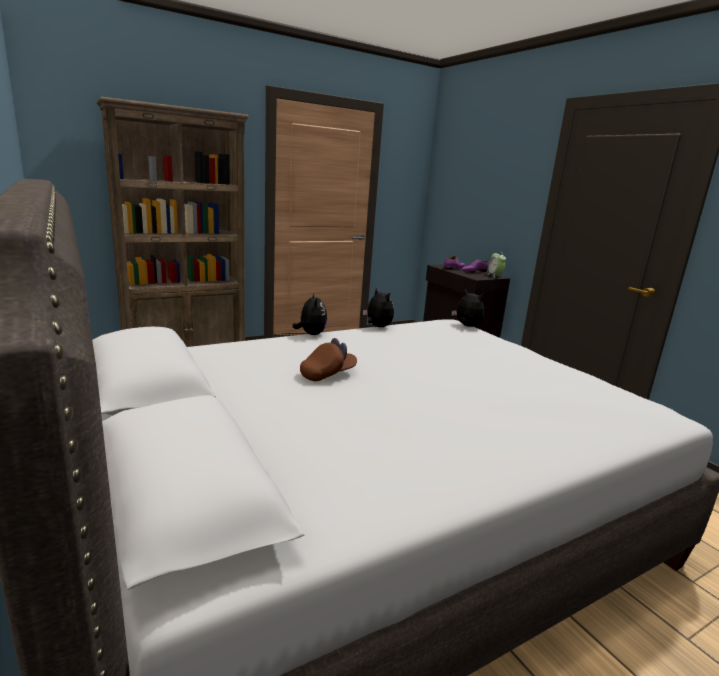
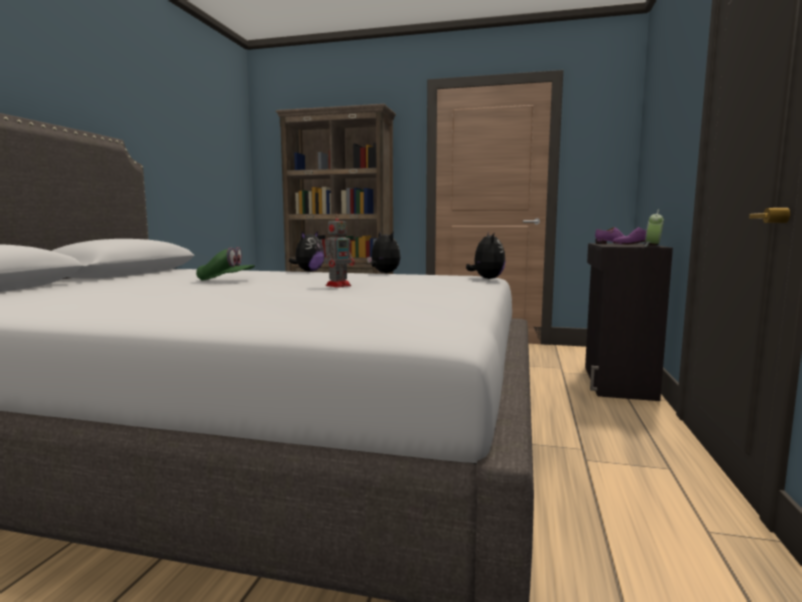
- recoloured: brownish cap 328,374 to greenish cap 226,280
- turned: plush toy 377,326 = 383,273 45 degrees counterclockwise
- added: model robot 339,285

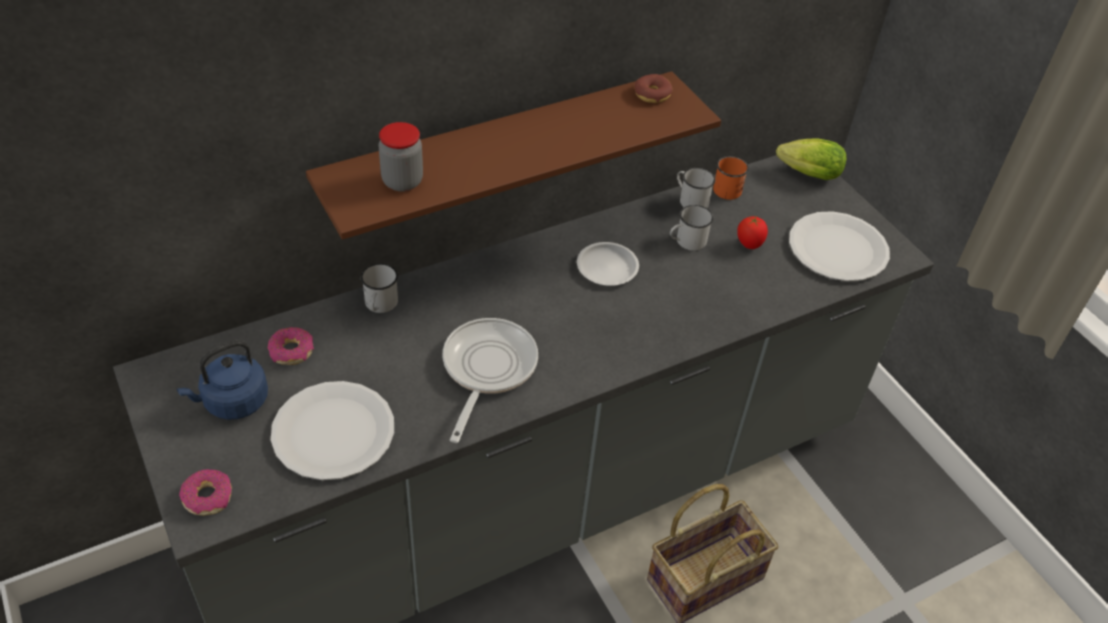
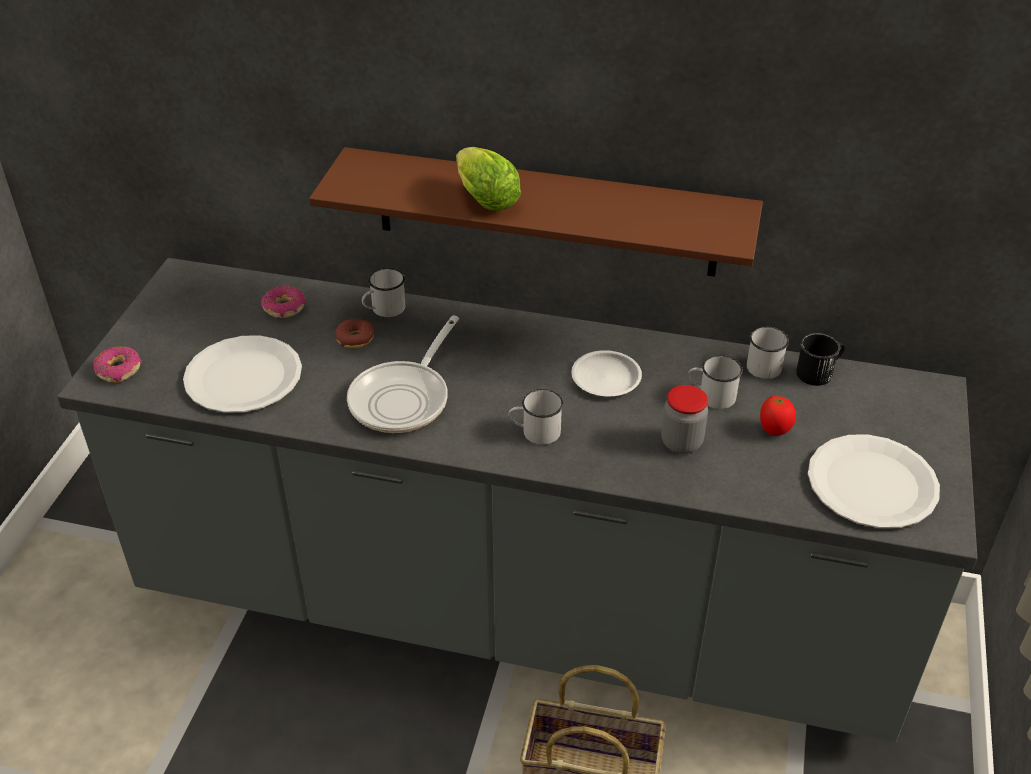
- removed: blue tea kettle 232,402
- moved: storage jar 402,181 to 681,443
- turned: skillet 486,369 = 404,398 150 degrees clockwise
- moved: ring doughnut 652,94 to 355,339
- recoloured: orangey coffee mug 728,187 to blackish coffee mug 819,372
- moved: head of lettuce 805,174 to 483,198
- added: white coffee mug 535,432

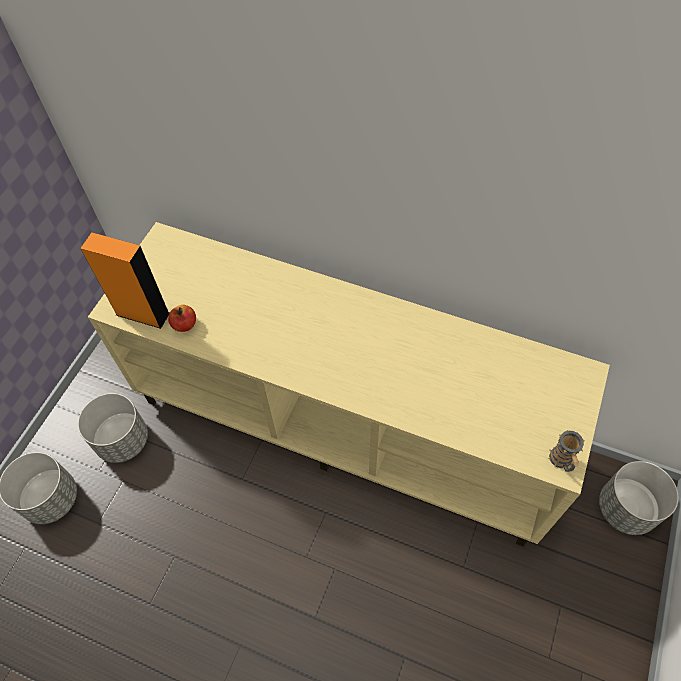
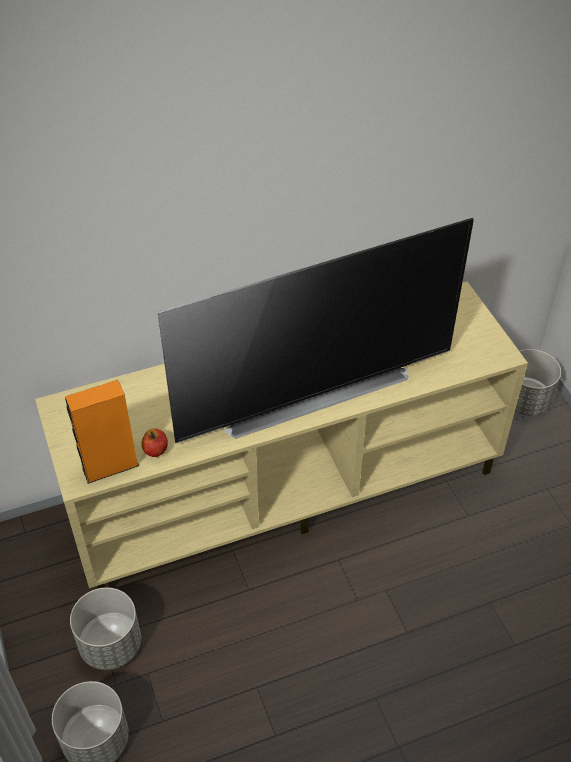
- removed: coffee mug 561,462
- added: TV set 312,390

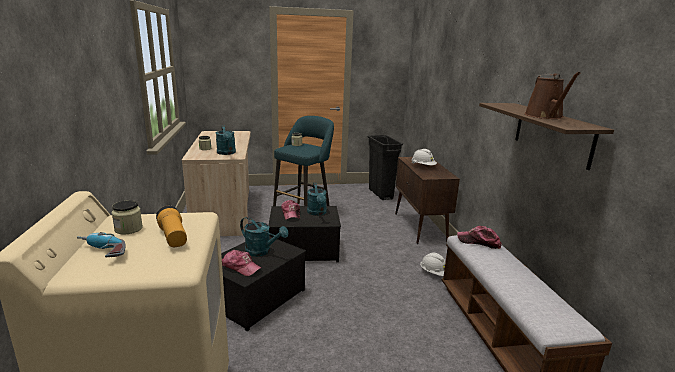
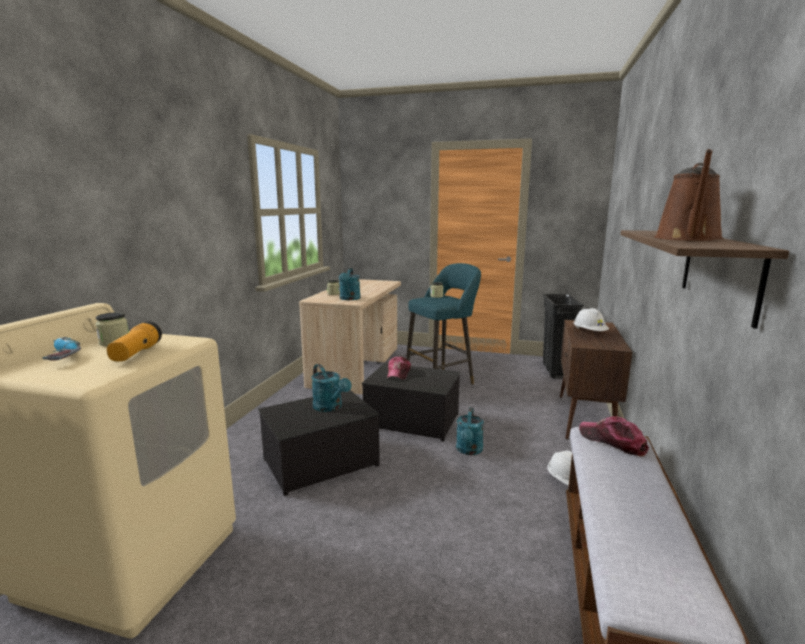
- removed: cap 241,267
- moved: turquoise-coloured watering can 317,213 to 469,450

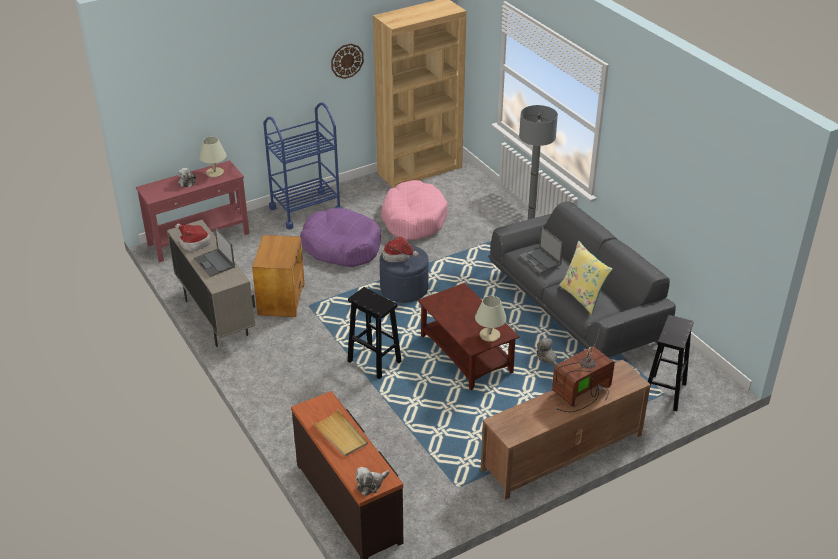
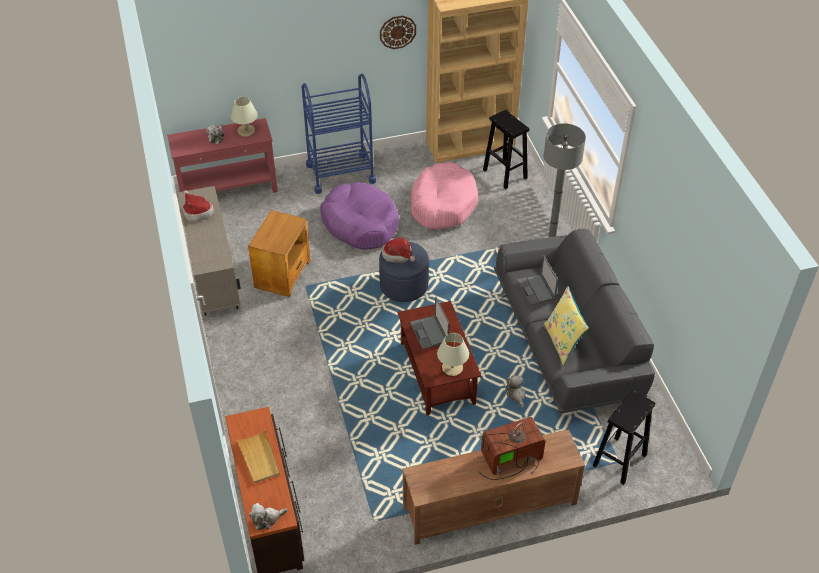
- moved: laptop 214,263 to 429,332
- moved: blackish stool 373,361 to 504,173

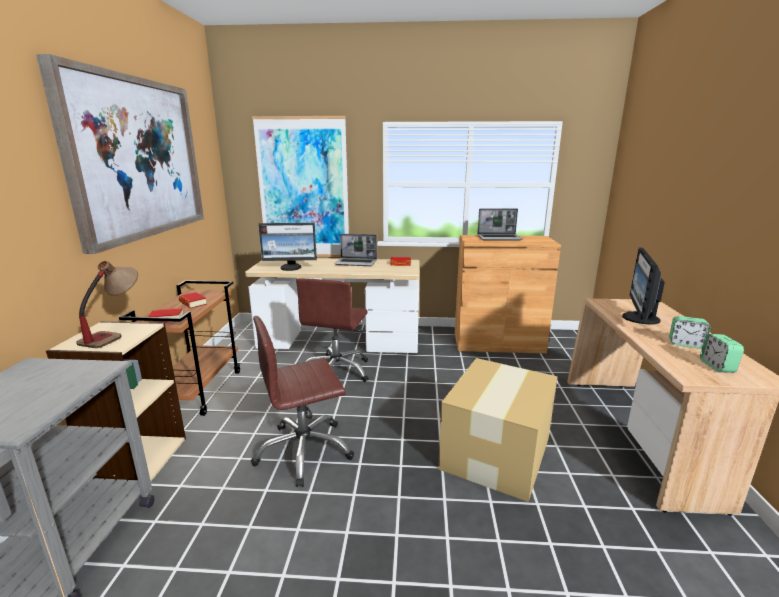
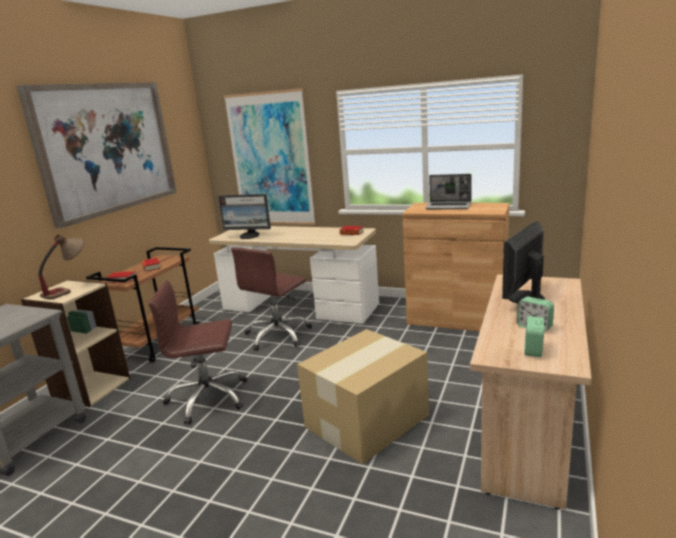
- removed: laptop 356,263

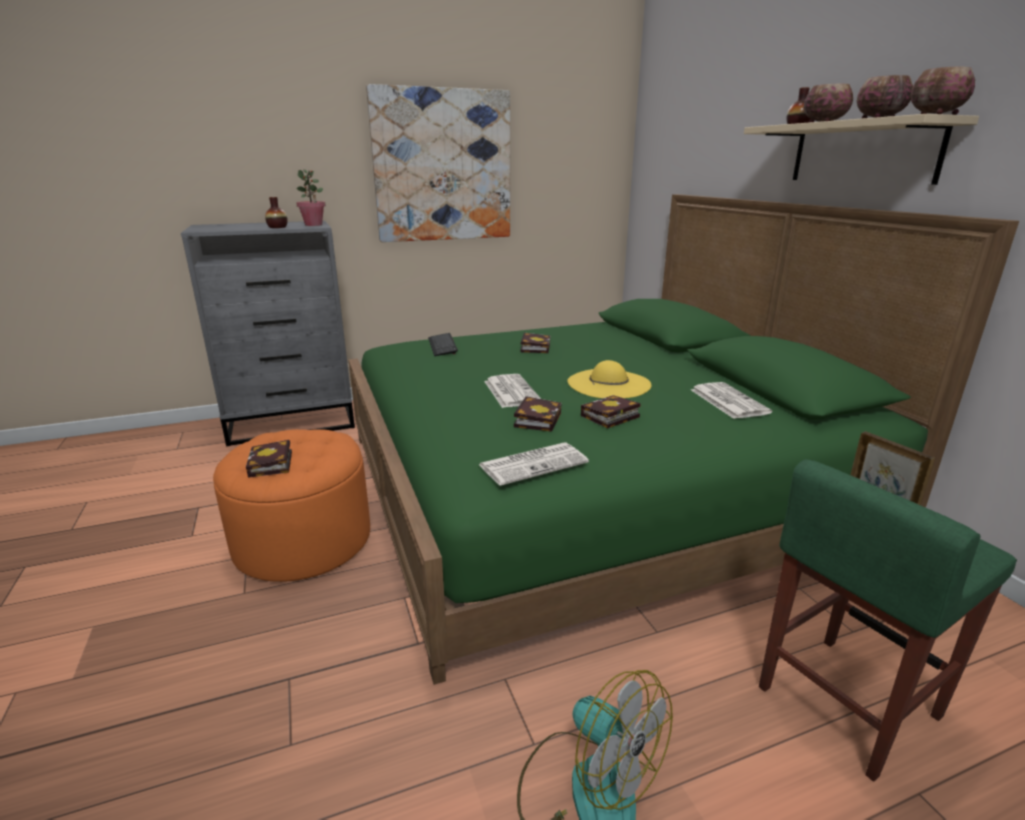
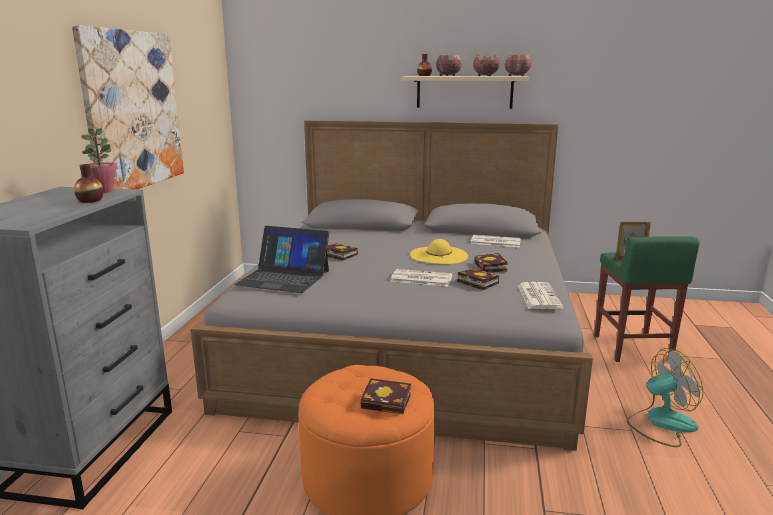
- recoloured: greenish bed 591,483 to greyish bed 408,339
- replaced: computer keyboard 442,346 to laptop 284,277

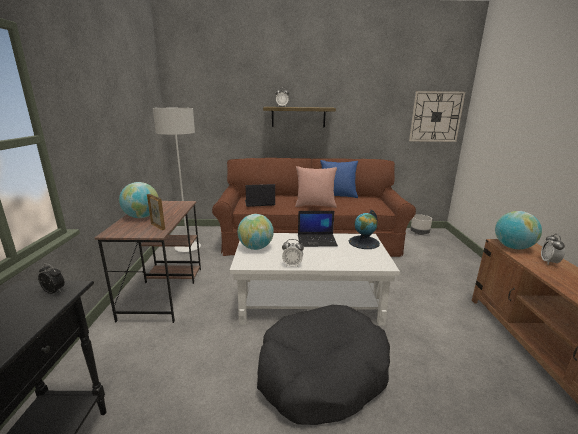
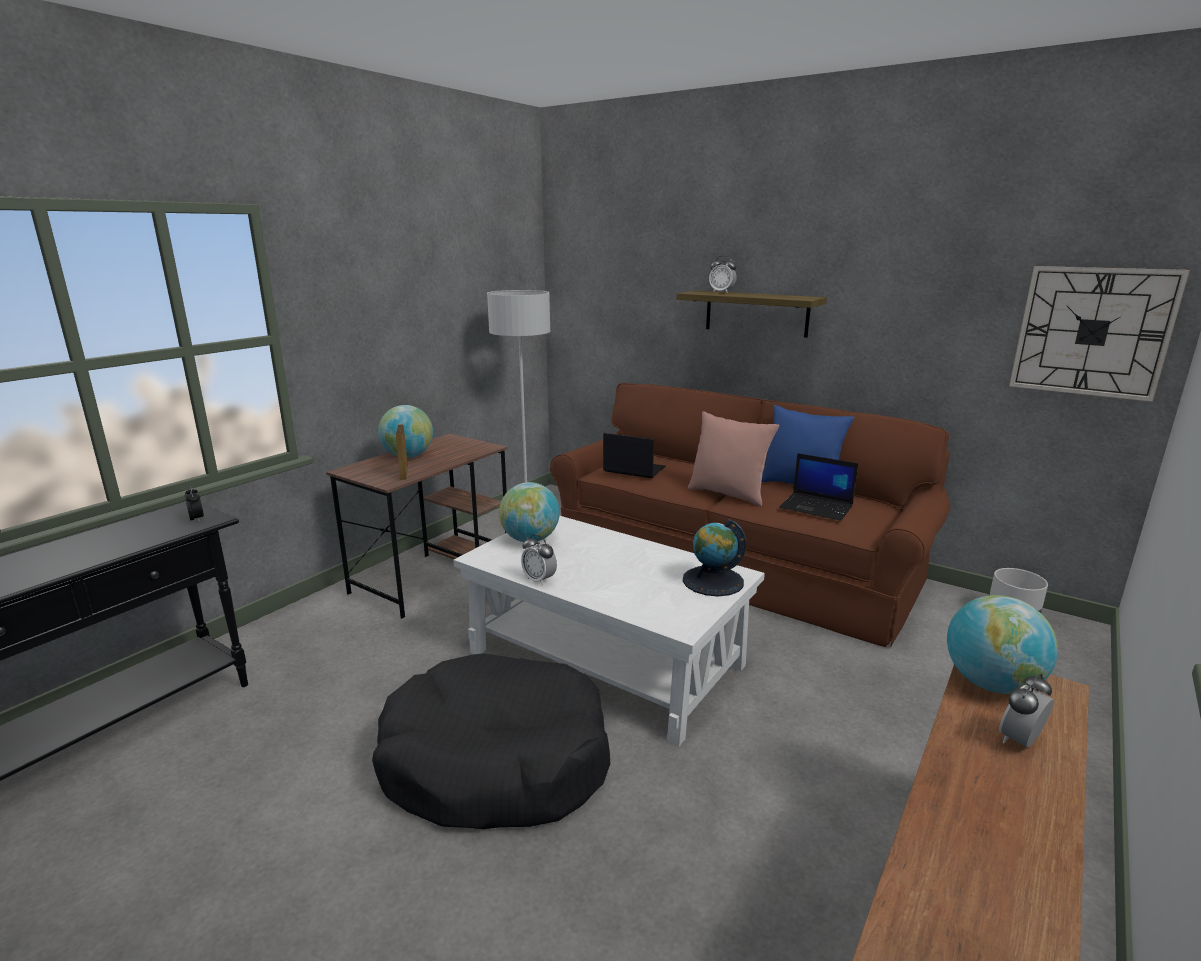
- moved: laptop 317,240 to 817,507

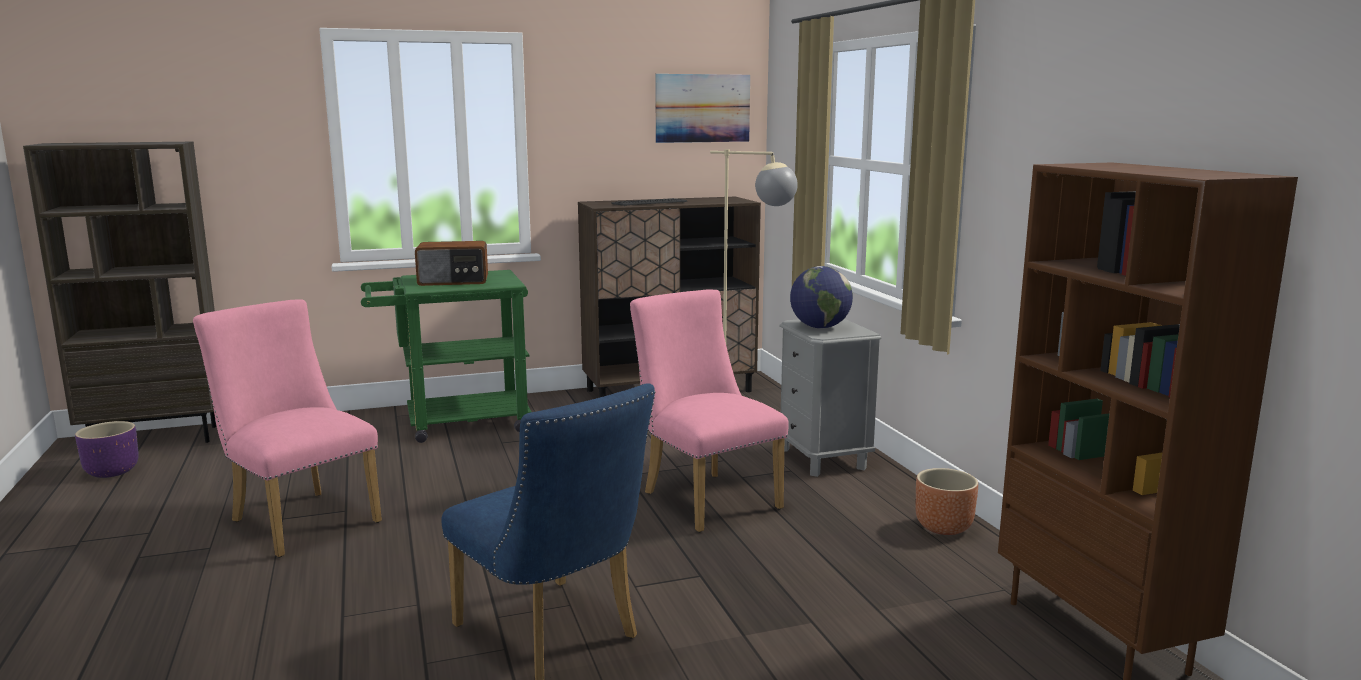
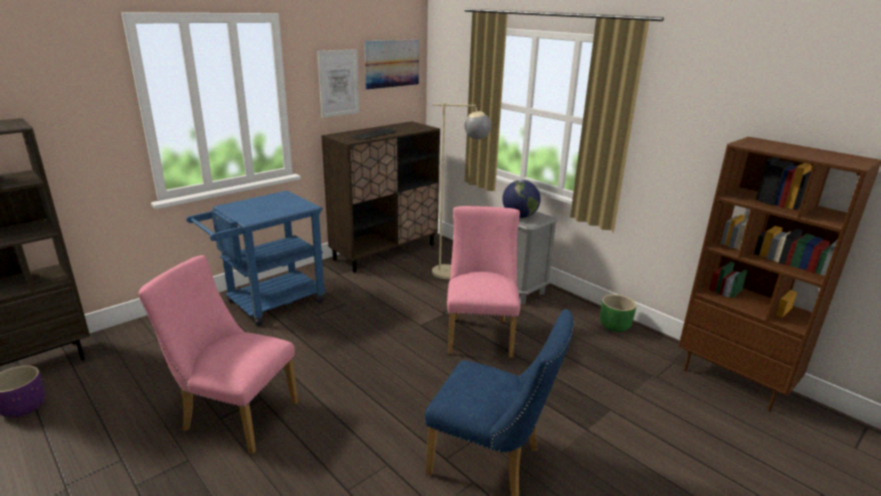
- recoloured: greenish wheeled cart 454,424 to blue wheeled cart 268,304
- removed: radio set 453,281
- turned: pink-coloured plain chair 705,497 = 480,333 60 degrees clockwise
- recoloured: brownish plant pot 944,527 to greenish plant pot 614,327
- added: wall art 338,83

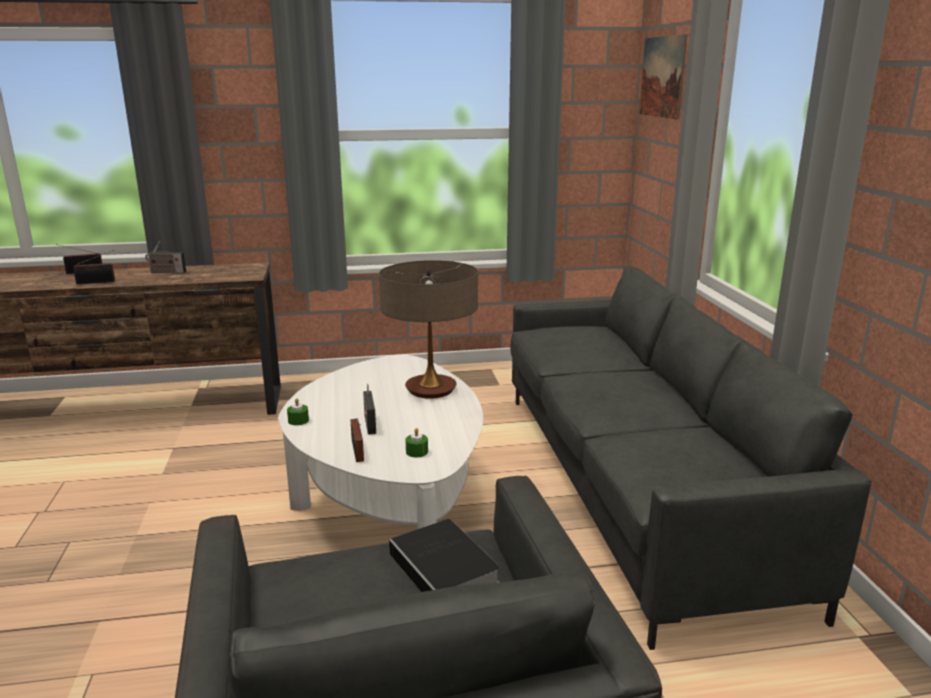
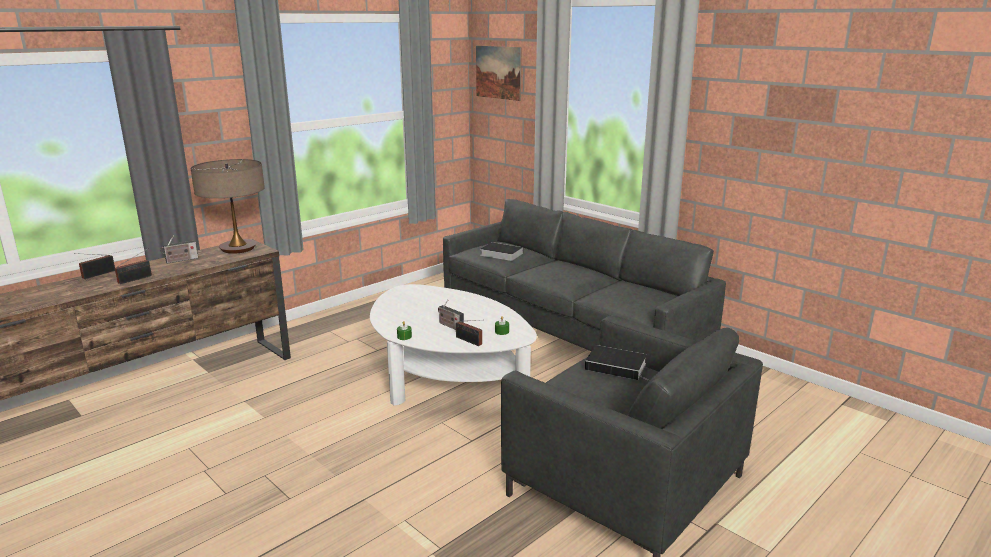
- moved: table lamp 431,389 to 238,248
- added: bound book 500,254

